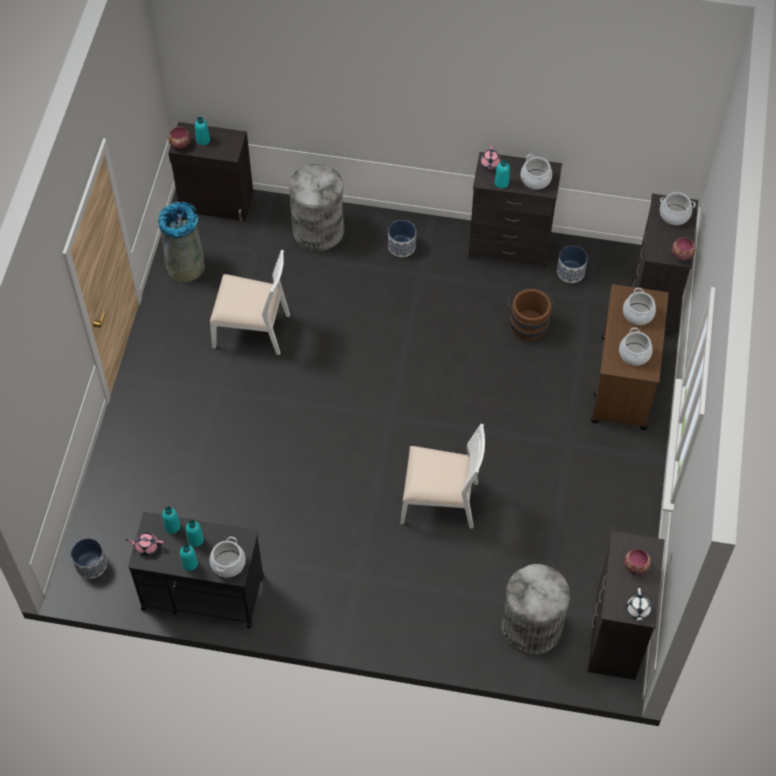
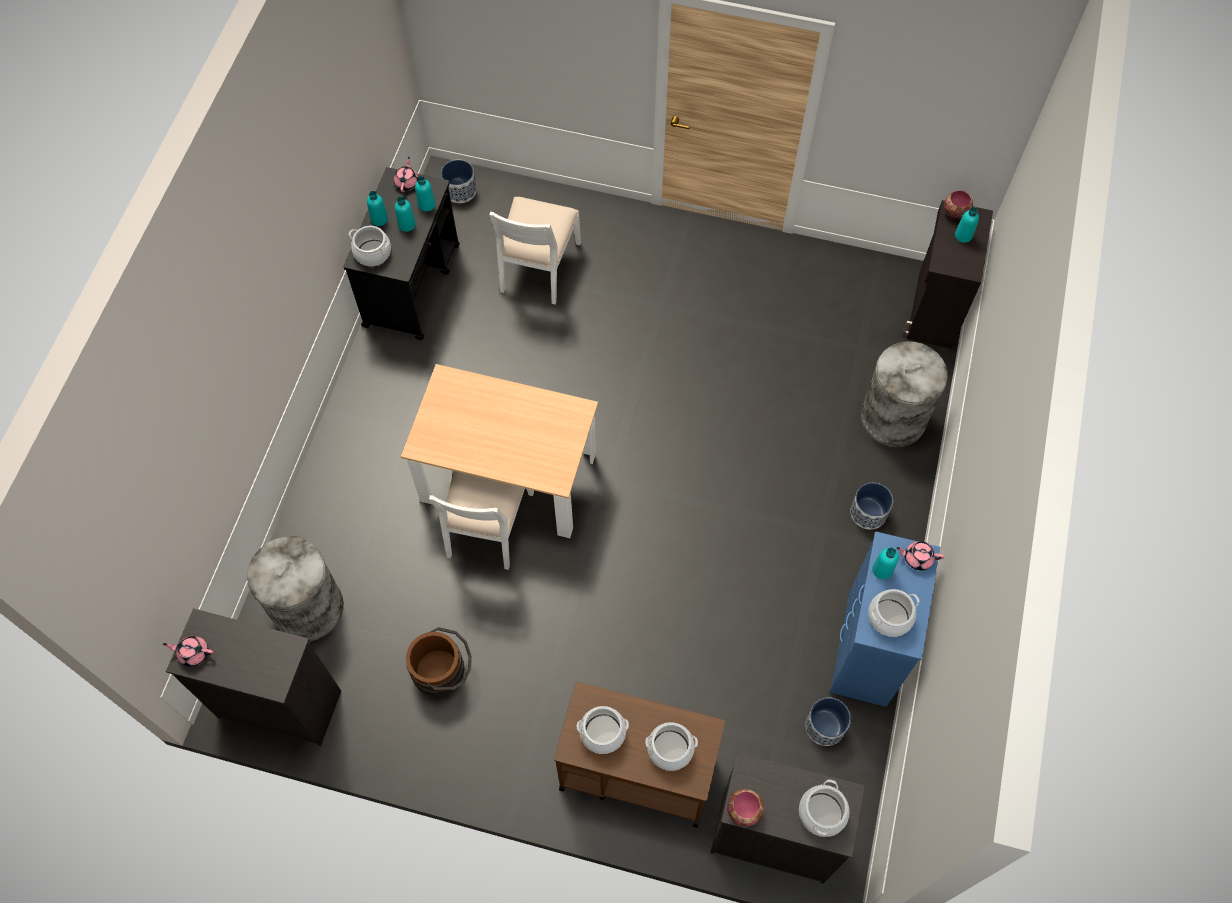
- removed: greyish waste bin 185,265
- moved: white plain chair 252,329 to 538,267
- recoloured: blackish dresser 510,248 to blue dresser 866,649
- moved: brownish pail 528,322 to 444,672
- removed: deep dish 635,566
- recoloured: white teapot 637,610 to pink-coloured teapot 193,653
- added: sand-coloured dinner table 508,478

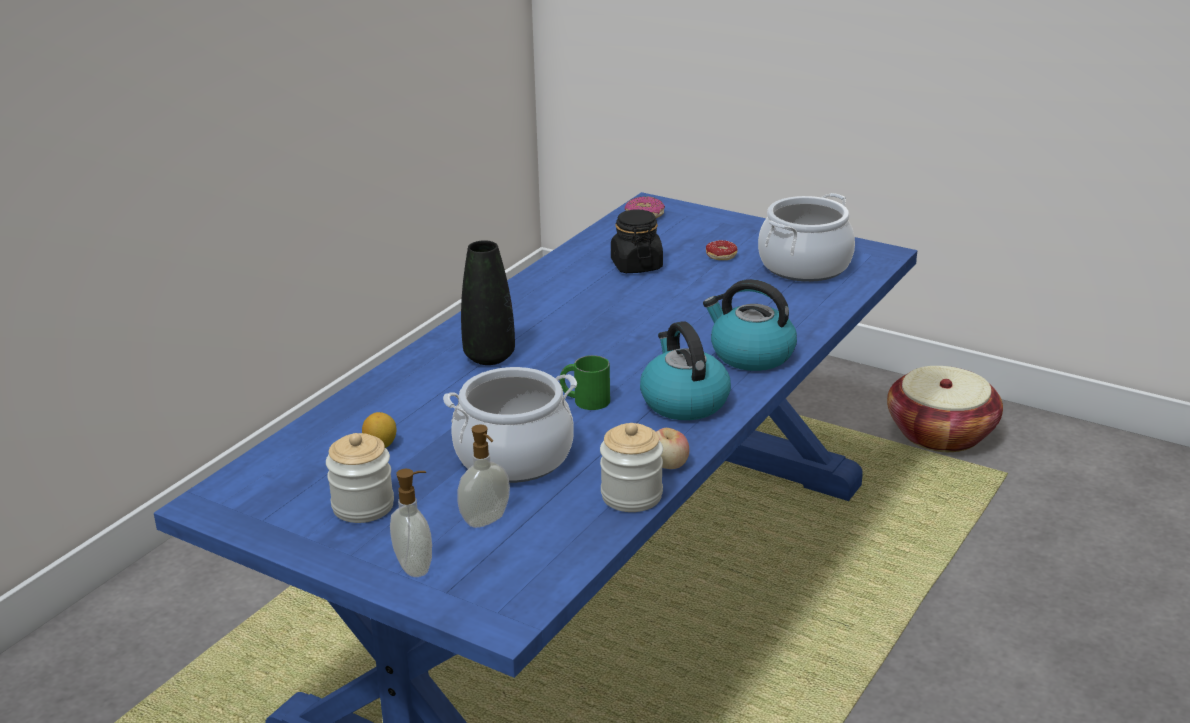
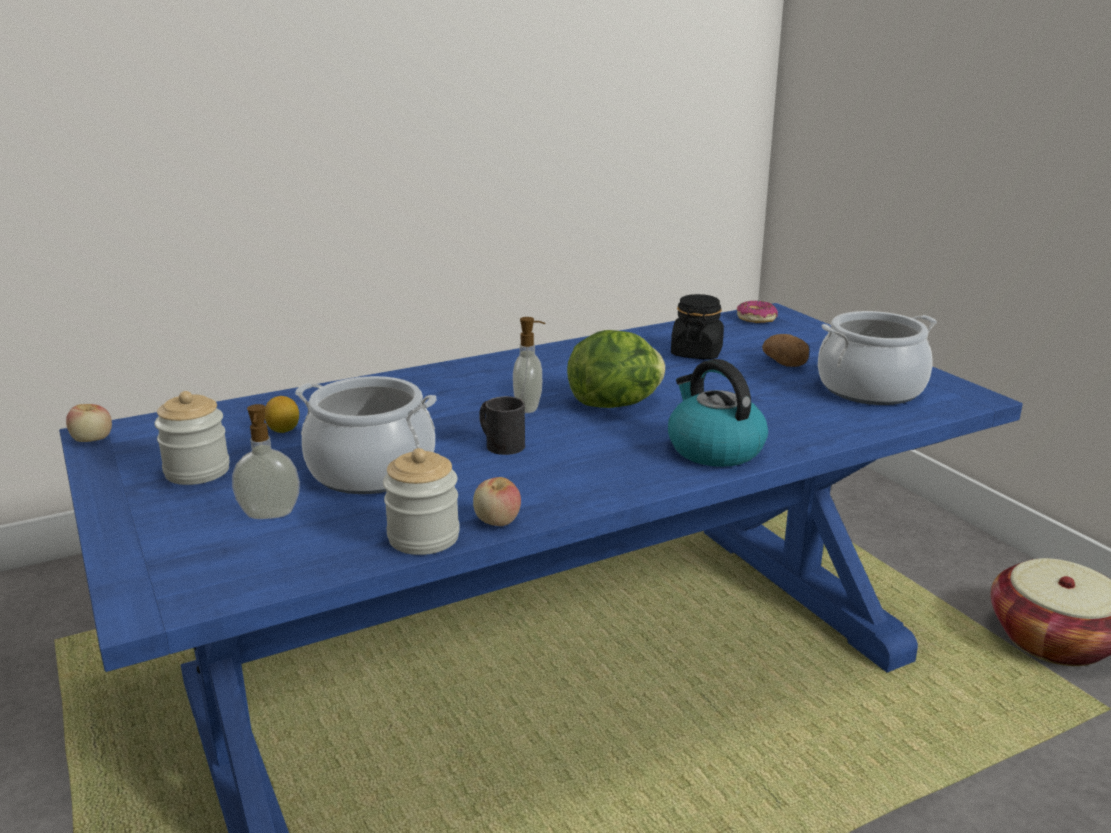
- moved: soap bottle 415,566 to 529,408
- removed: blackish flower vase 489,357
- recoloured: greenish coffee mug 584,400 to blackish coffee mug 500,443
- removed: tea kettle 683,401
- replaced: ring doughnut 719,258 to potato 786,364
- added: whole apple 92,440
- added: head of lettuce 616,404

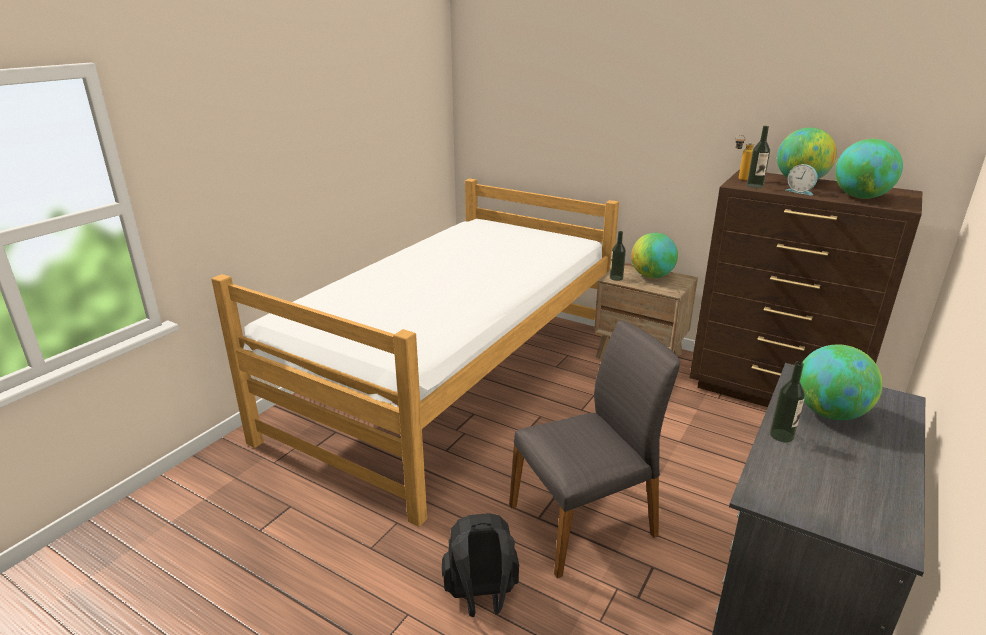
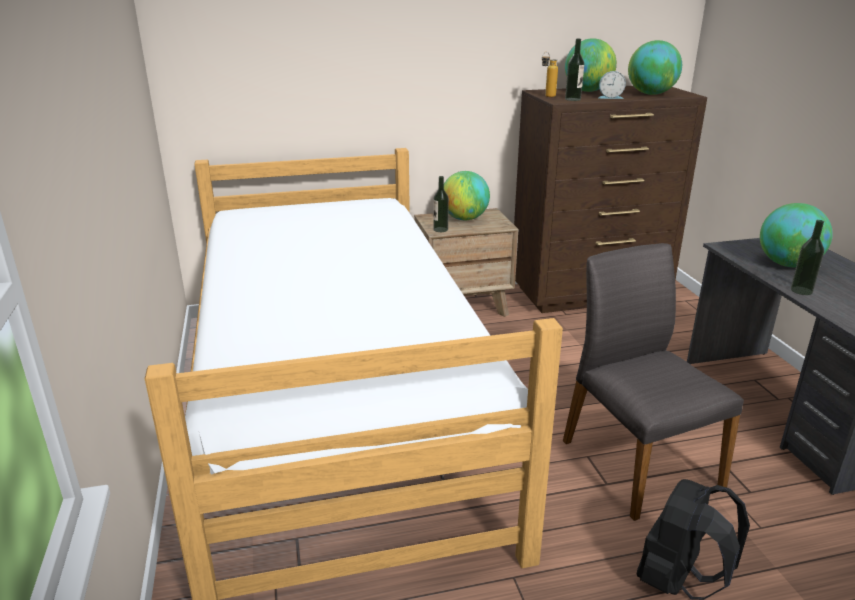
- turned: greyish plain chair 584,521 = 637,462 45 degrees counterclockwise

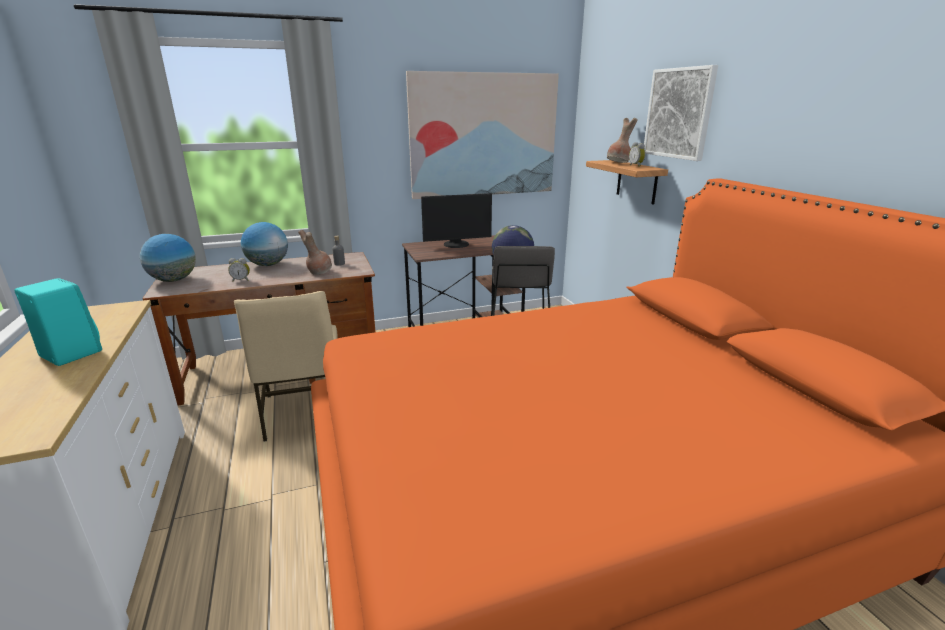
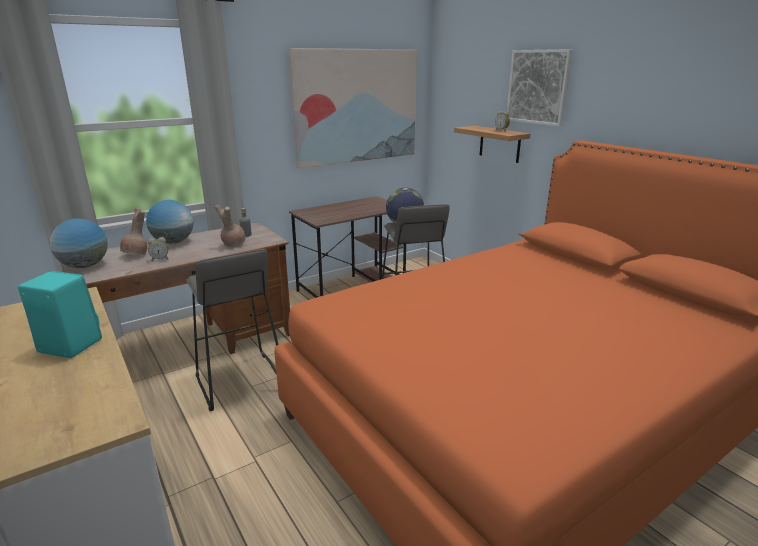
- replaced: sand-coloured plain chair 303,412 to greyish stool 239,381
- removed: computer screen 456,245
- moved: brownish flower vase 619,163 to 137,255

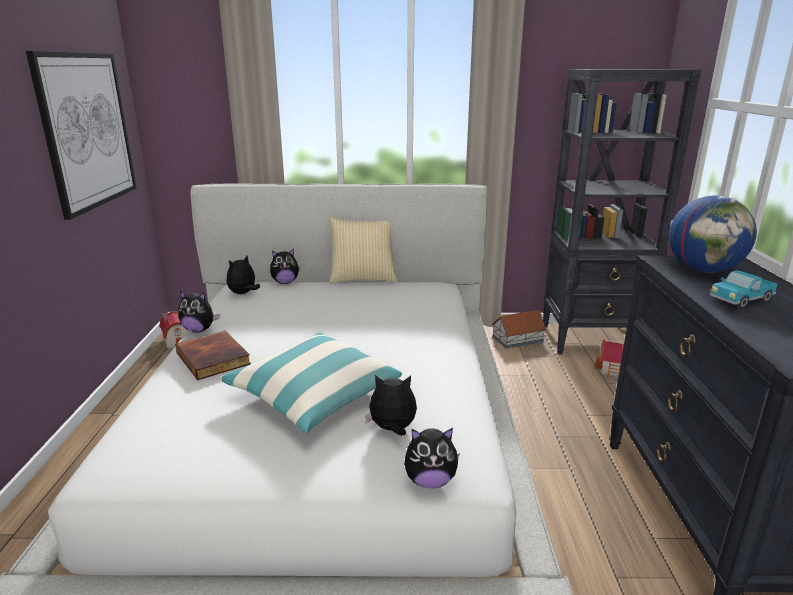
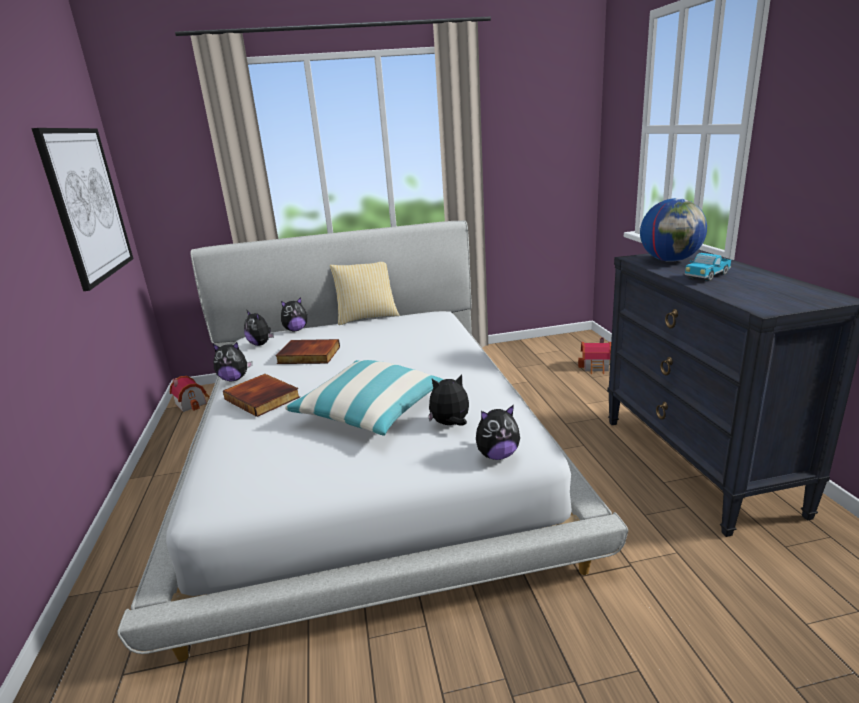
- turned: plush toy 243,293 = 261,344 75 degrees counterclockwise
- removed: model house 518,339
- removed: blackish bookcase 592,339
- added: bound book 308,355

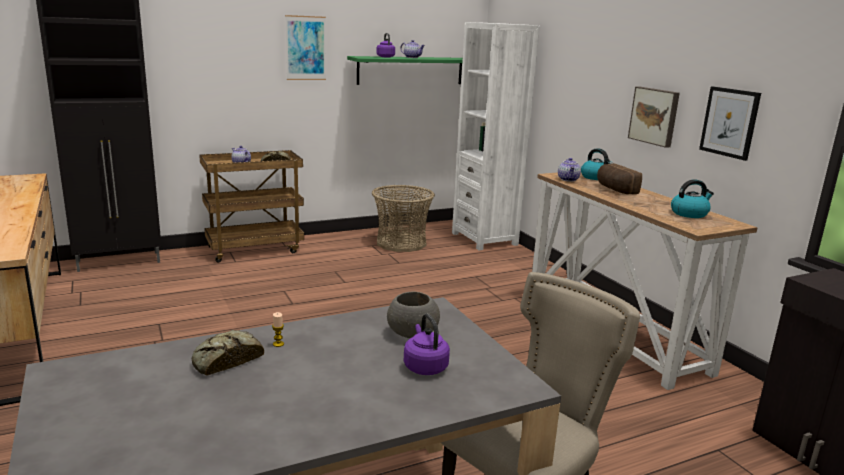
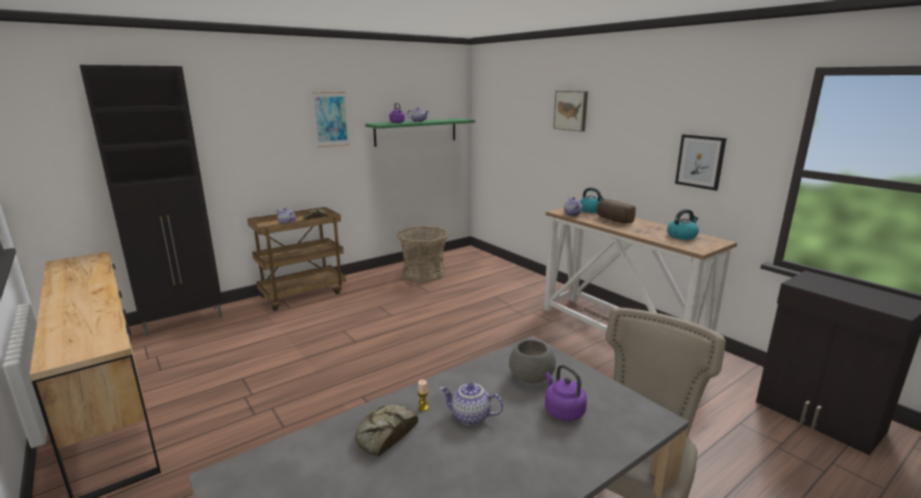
- removed: white bookcase 484,239
- moved: wall art 655,116 to 571,110
- added: teapot 470,417

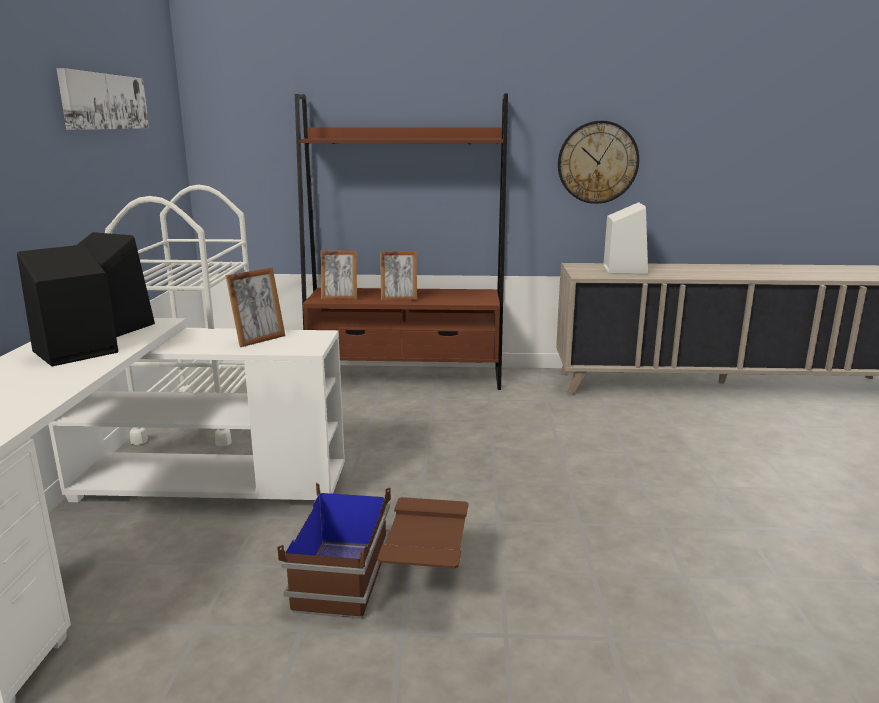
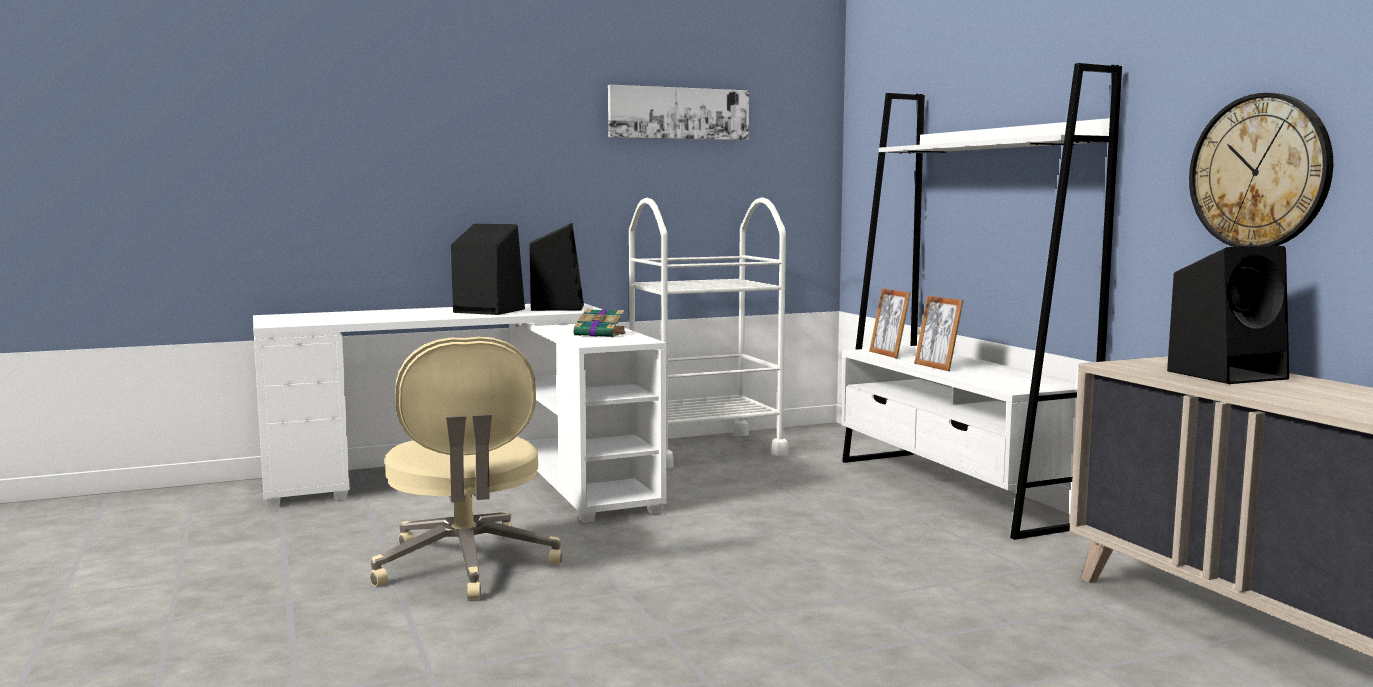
- replaced: picture frame 259,340 to bound book 601,334
- replaced: brownish storage container 382,584 to sand-coloured desk chair 466,566
- recoloured: brownish bookcase 406,377 to white bookcase 955,491
- recoloured: white loudspeaker 624,269 to blackish loudspeaker 1228,375

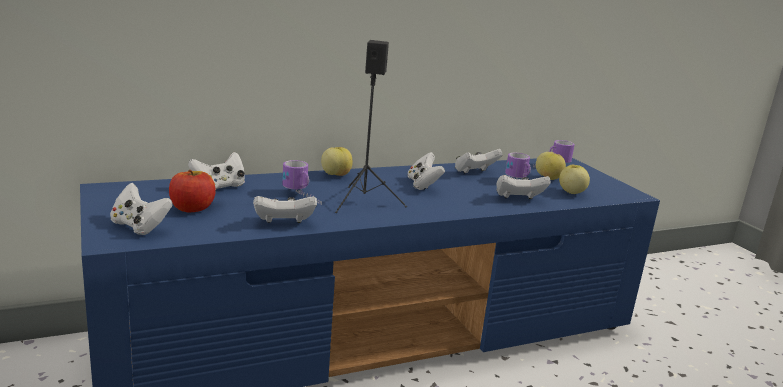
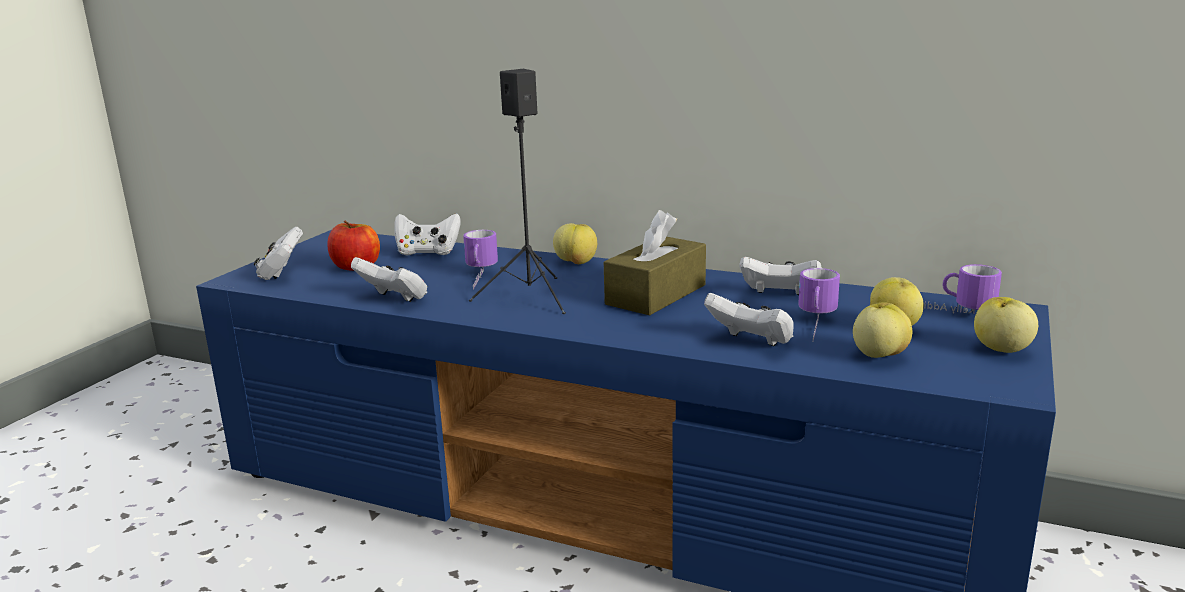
- replaced: white gamepad 423,185 to brownish tissue box 656,294
- added: whole apple 1001,349

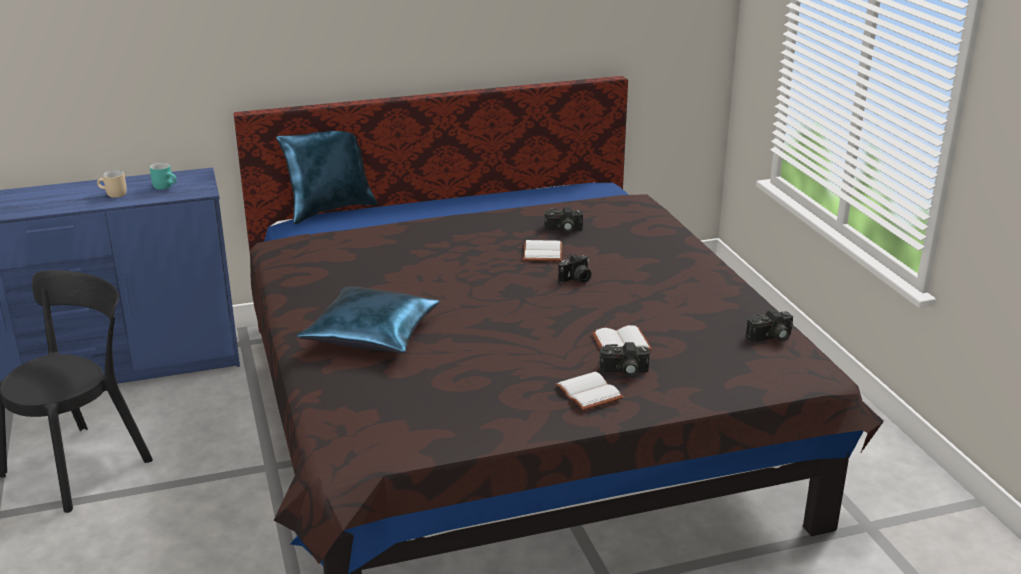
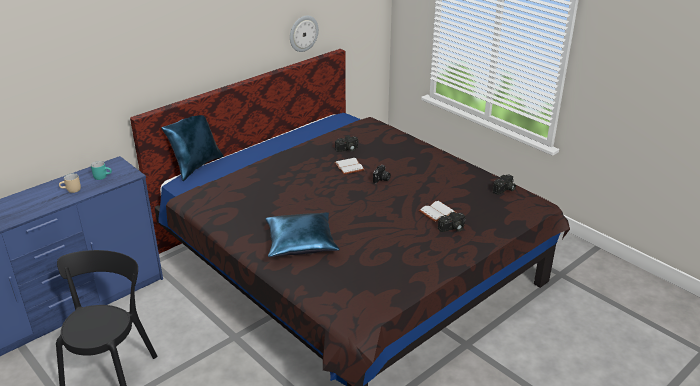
- removed: white bound book 590,392
- added: hanging clock 303,33

